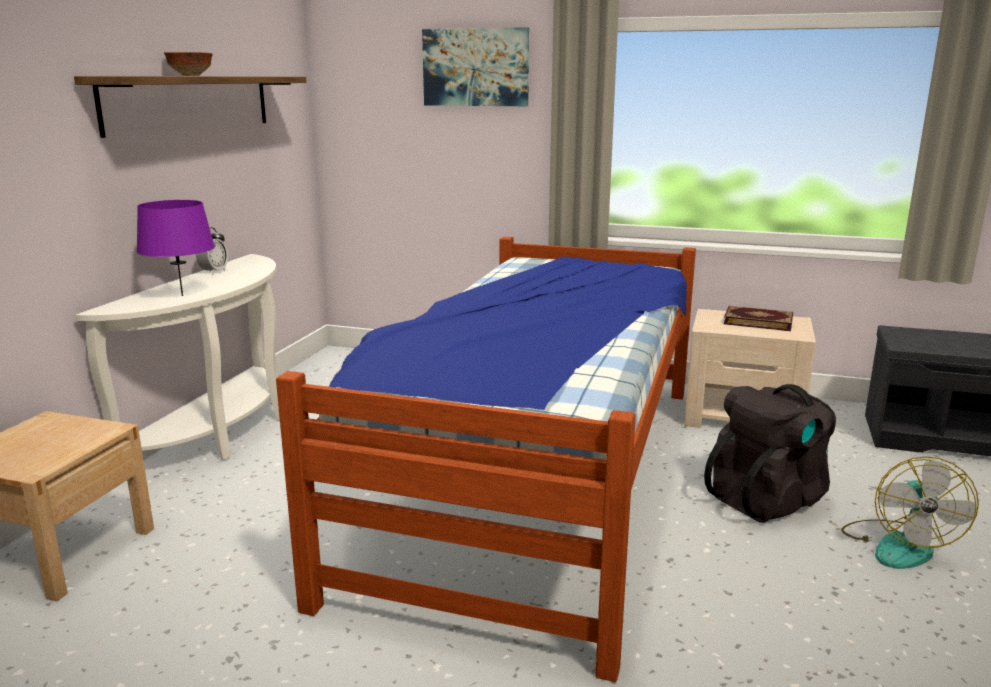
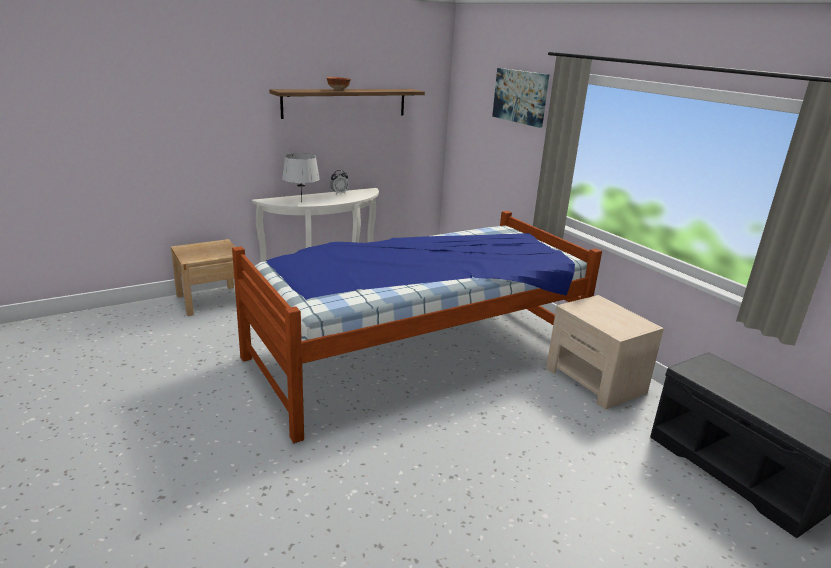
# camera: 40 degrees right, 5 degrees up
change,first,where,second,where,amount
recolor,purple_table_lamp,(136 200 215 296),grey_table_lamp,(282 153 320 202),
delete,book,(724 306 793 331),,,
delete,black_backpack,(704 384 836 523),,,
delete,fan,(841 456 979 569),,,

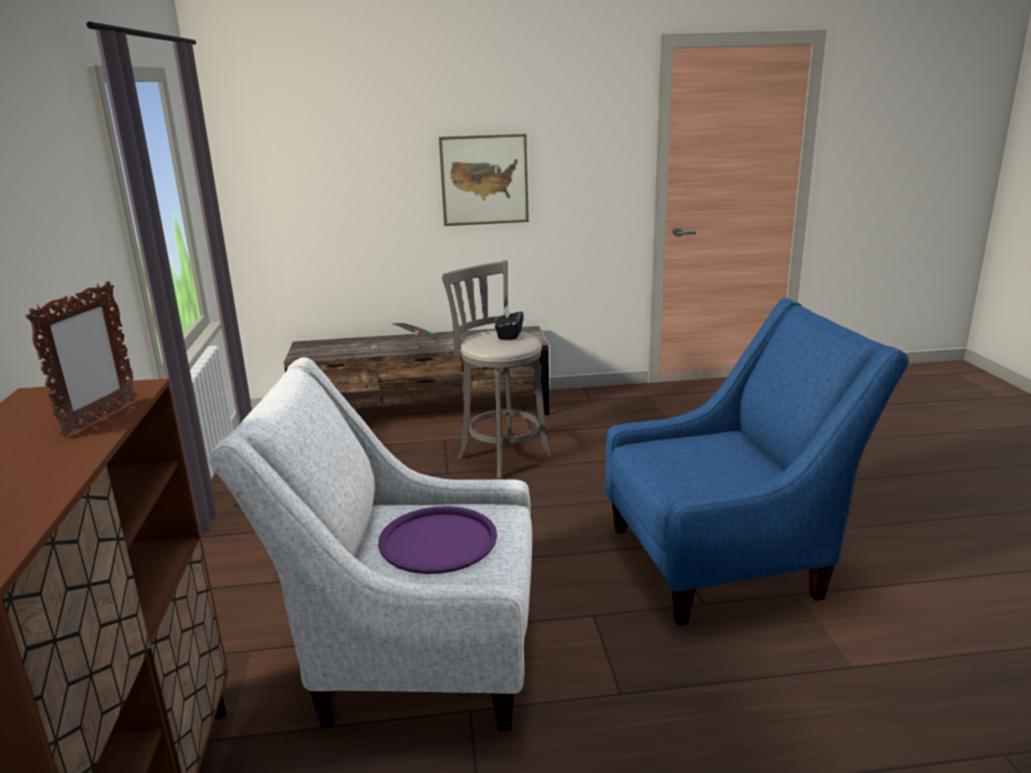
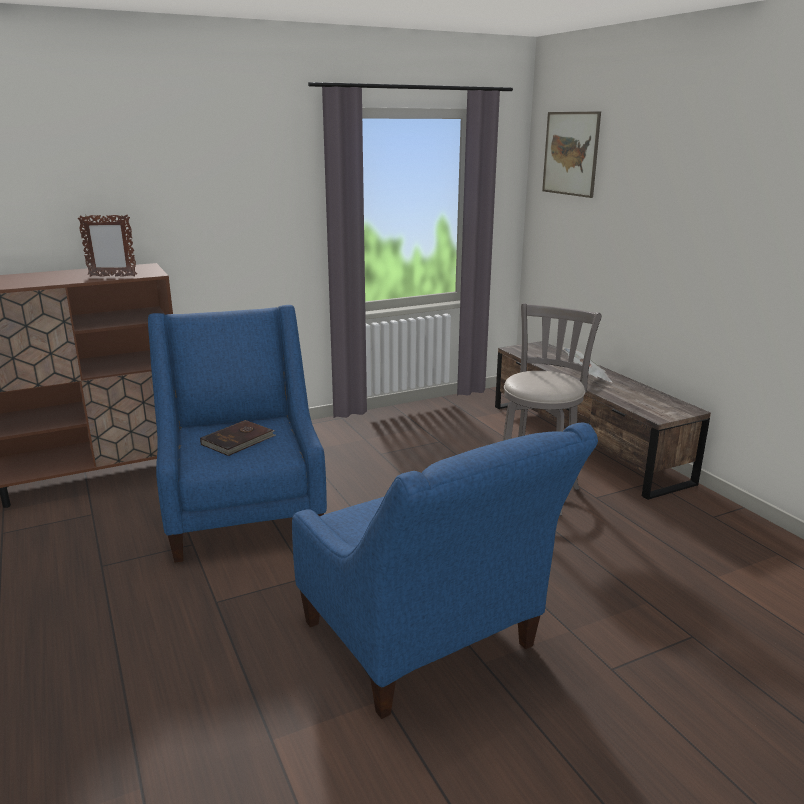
# camera: 70 degrees right, 0 degrees up
change,first,where,second,where,amount
move,picture,(439 134 529 226),,(542 111 601 198),
delete,black_tissue_box,(495 306 523 340),,,
recolor,white_armchair,(208 357 532 731),blue_armchair,(148 305 327 563),
replace,purple_tray,(378 506 497 574),brown_book,(200 420 276 456),

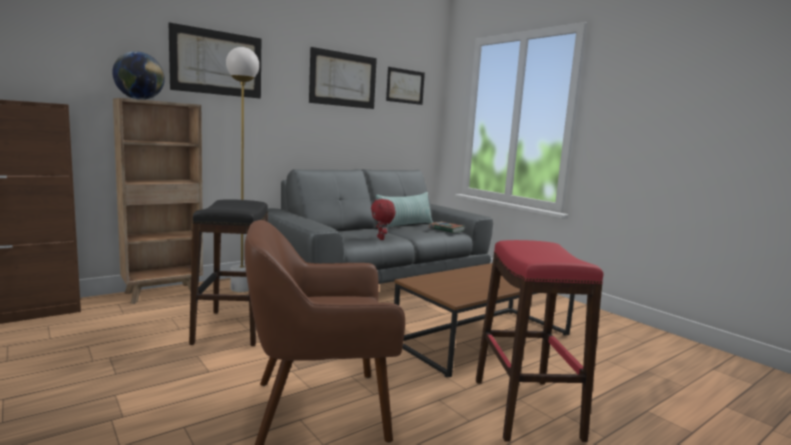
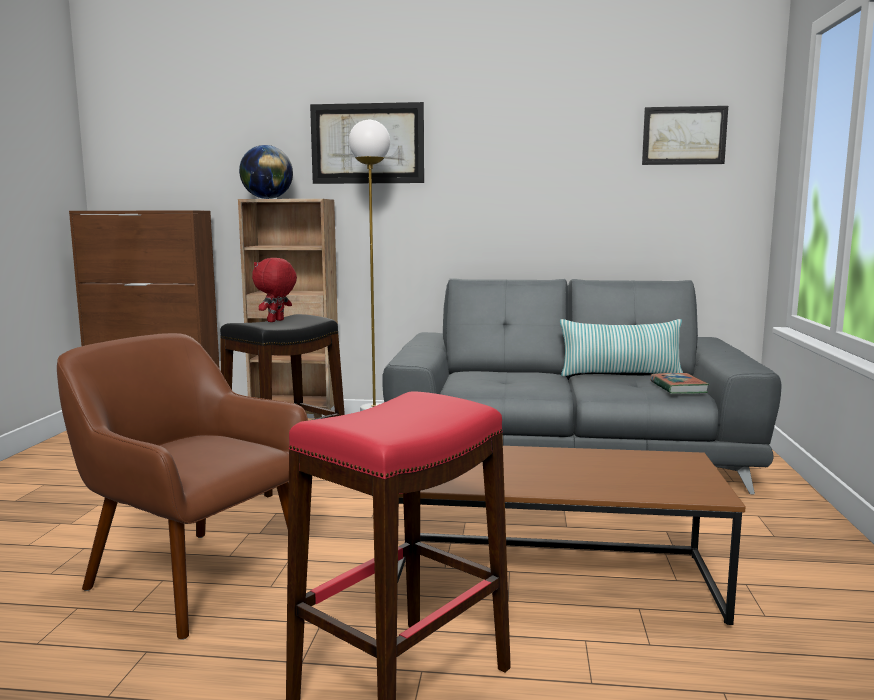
# camera: 45 degrees right, 0 degrees up
change,first,where,second,where,amount
delete,picture,(309 47 377 109),,,
move,red_plush_toy,(371 199 395 240),,(252 258 297 322),

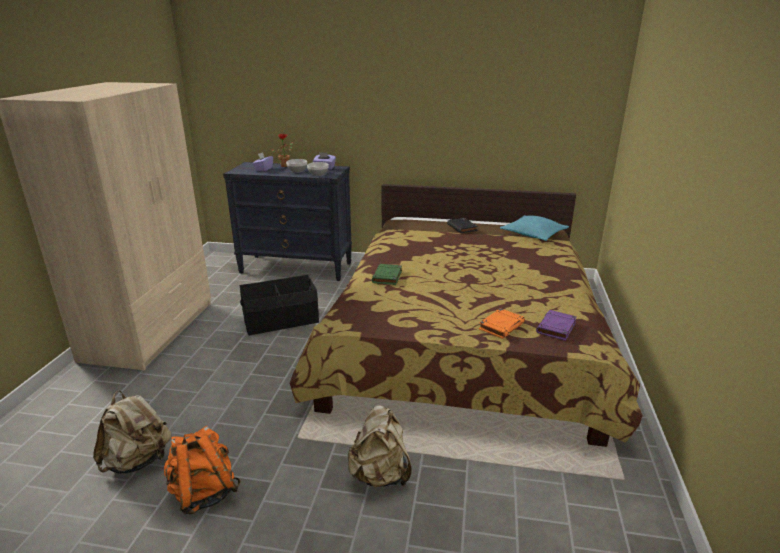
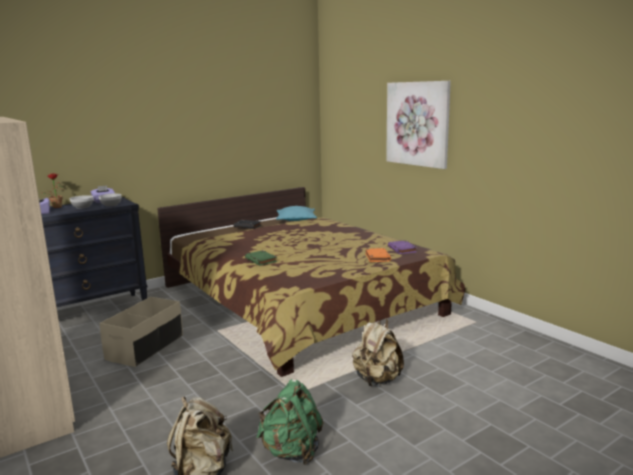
# camera: 45 degrees left, 10 degrees down
change,first,where,second,where,amount
recolor,black_storage_box,(239 275 319 336),beige_storage_box,(99 297 183 367),
recolor,orange_backpack,(164 426 241 515),green_backpack,(256 379 323 465),
insert,,,picture,(386 81 451 169),

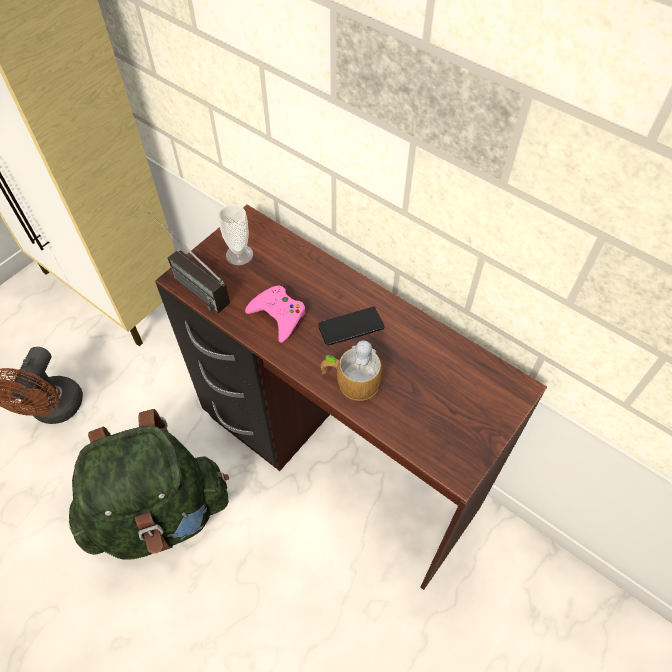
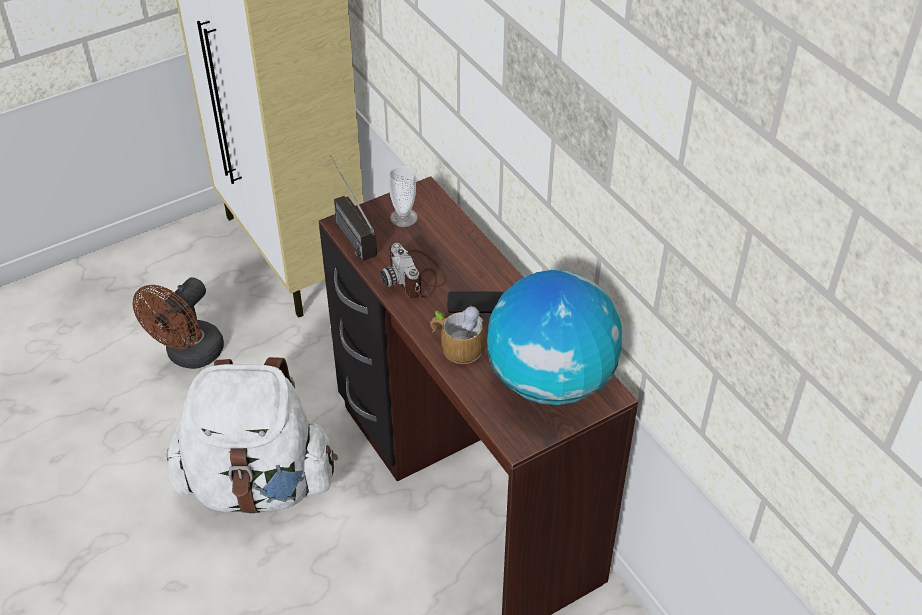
# camera: 20 degrees right, 10 degrees down
change,first,where,second,where,amount
replace,pink_game_controller,(245 285 305 343),photo_camera,(380 243 447 298),
recolor,green_backpack,(69 409 229 560),white_backpack,(167 357 338 514),
insert,,,globe,(487 270 622 405),

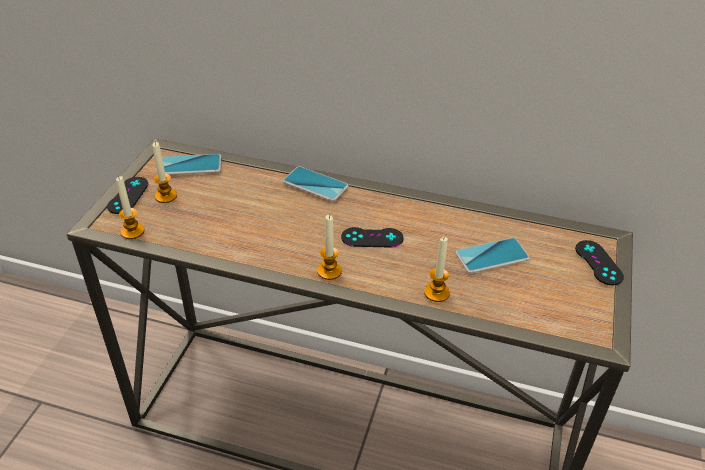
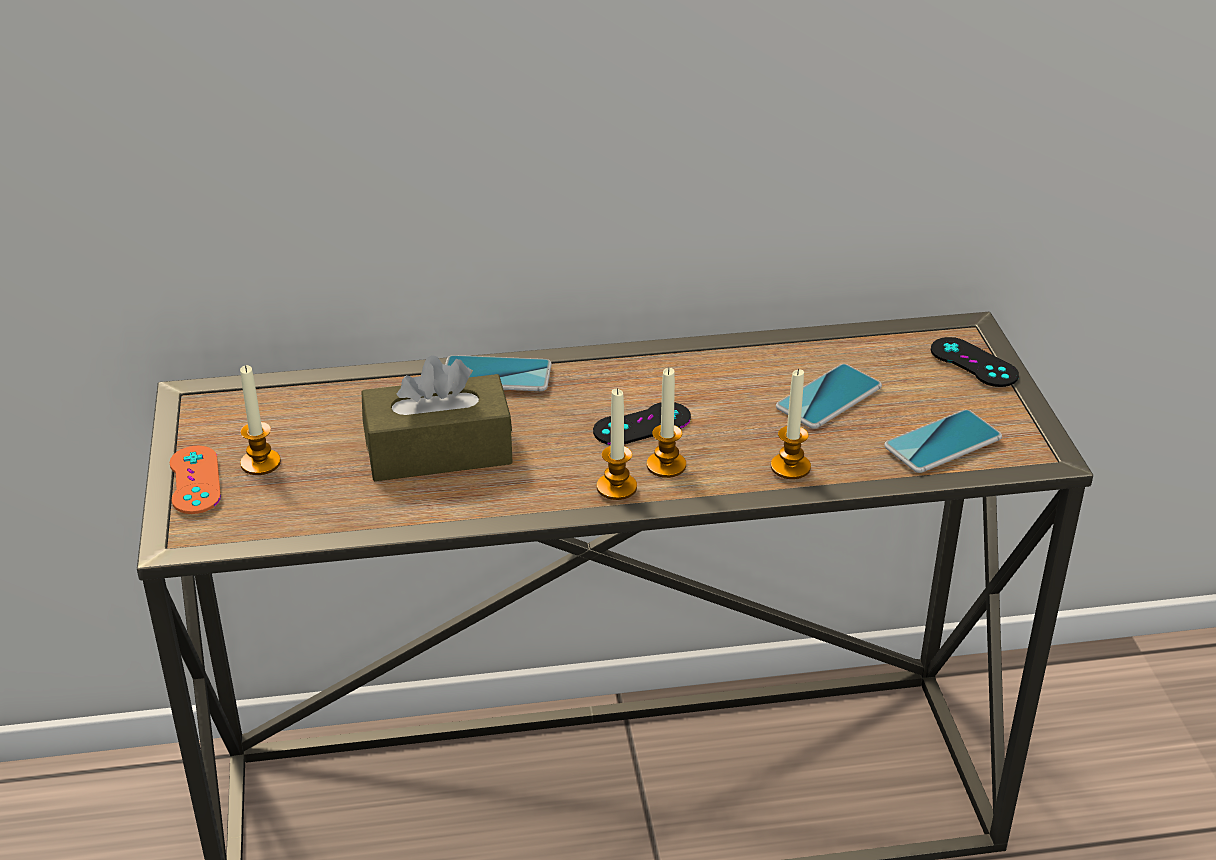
# camera: 25 degrees left, 5 degrees down
change,first,where,second,where,amount
move,phone,(162 154 221 175),,(884 410 1002 473),
move,candle,(116 176 144 239),,(647 368 686 478),
recolor,black_game_controller,(107 177 149 214),orange_game_controller,(170 446 221 514),
insert,,,brown_tissue_box,(361 355 513 481),

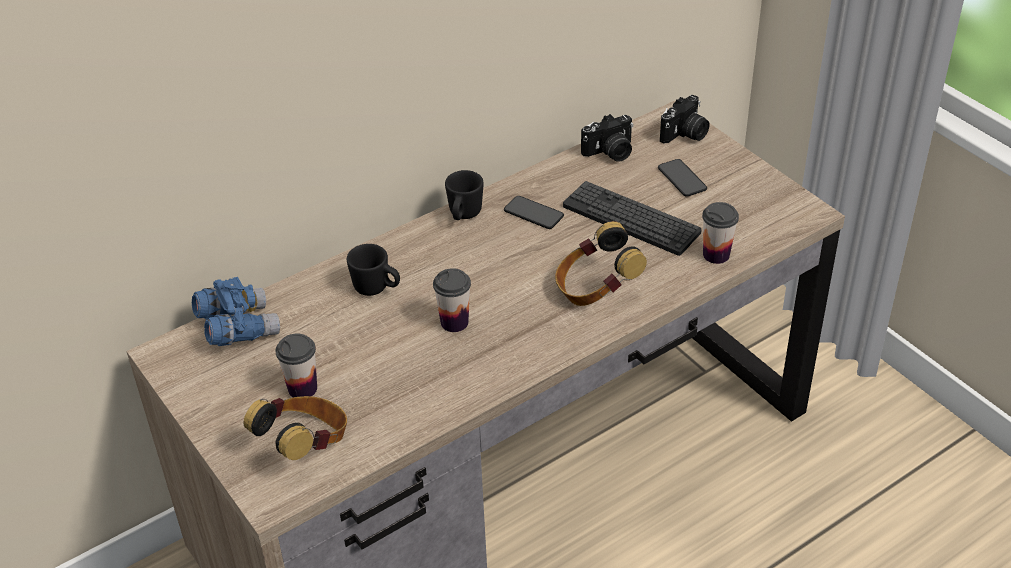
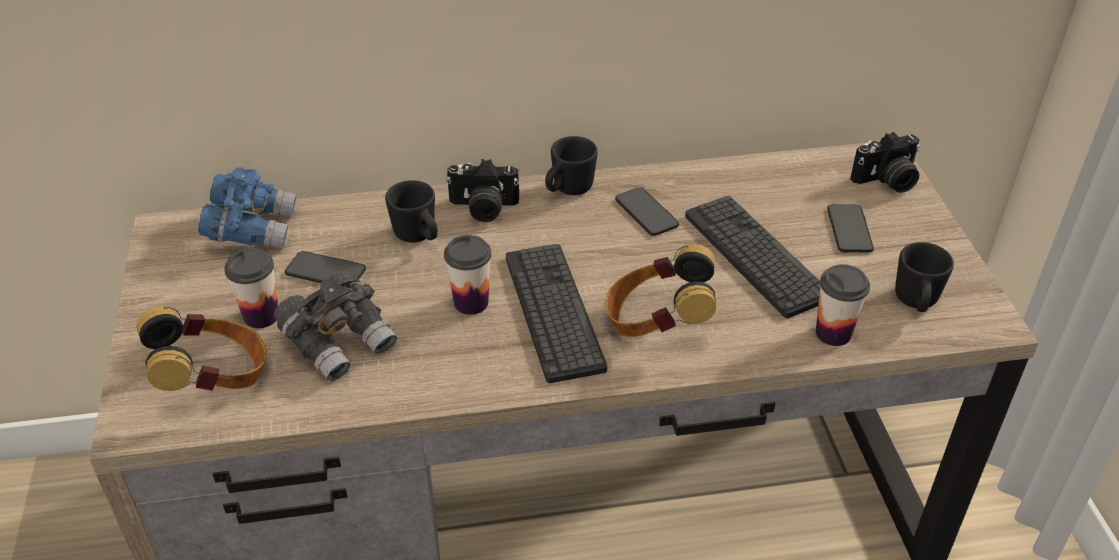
# camera: 25 degrees right, 0 degrees up
change,first,where,second,where,amount
move,photo_camera,(581 114 633 162),,(446 159 519 222),
insert,,,black_mug,(895 242 954 312),
insert,,,keyboard,(506 244 607 383),
insert,,,phone,(285 251 366 283),
insert,,,grey_binoculars,(274 271 397 381),

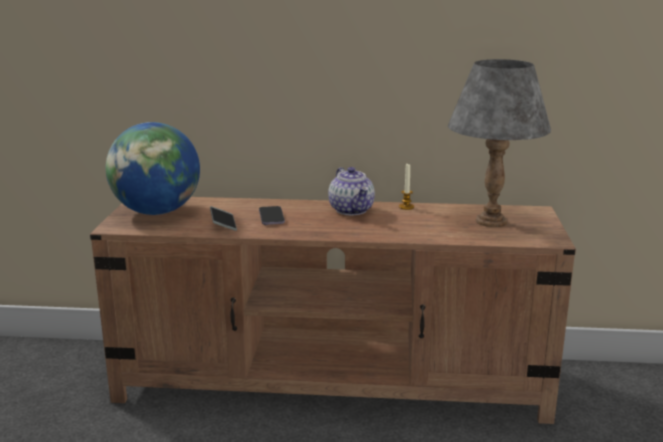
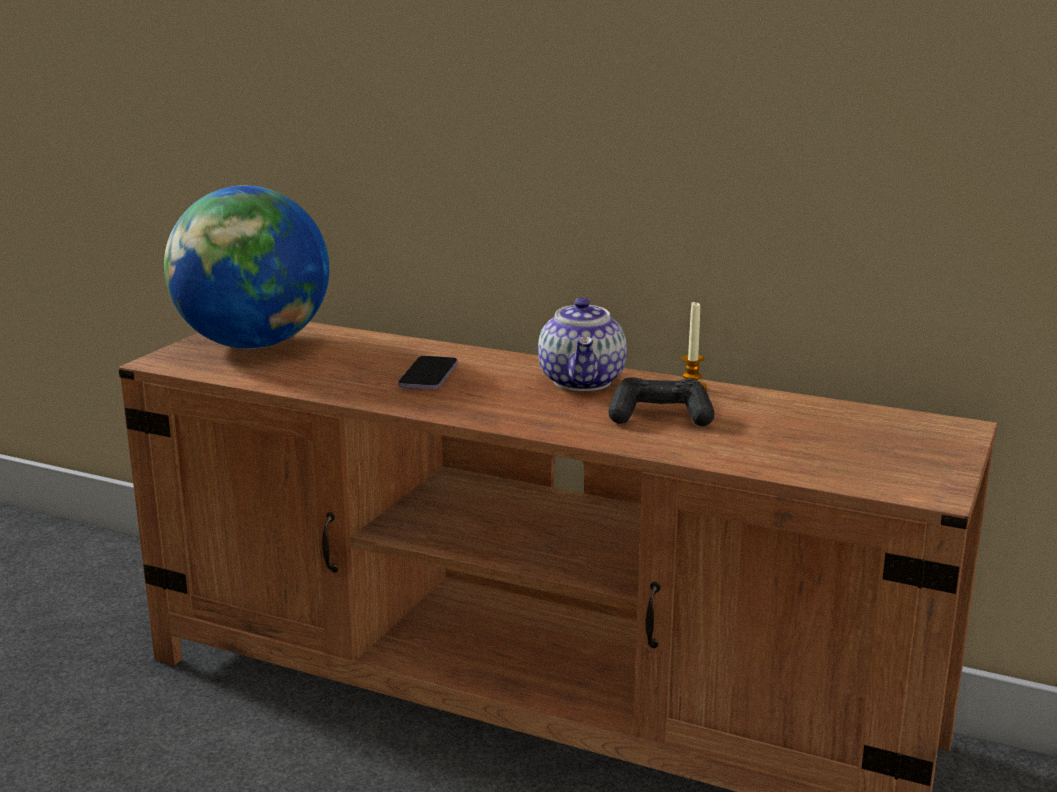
# camera: 20 degrees right, 0 degrees up
change,first,where,second,where,amount
delete,grey_table_lamp,(448 59 551 227),,,
delete,phone,(210 206 237 231),,,
insert,,,black_game_controller,(608 377 714 426),

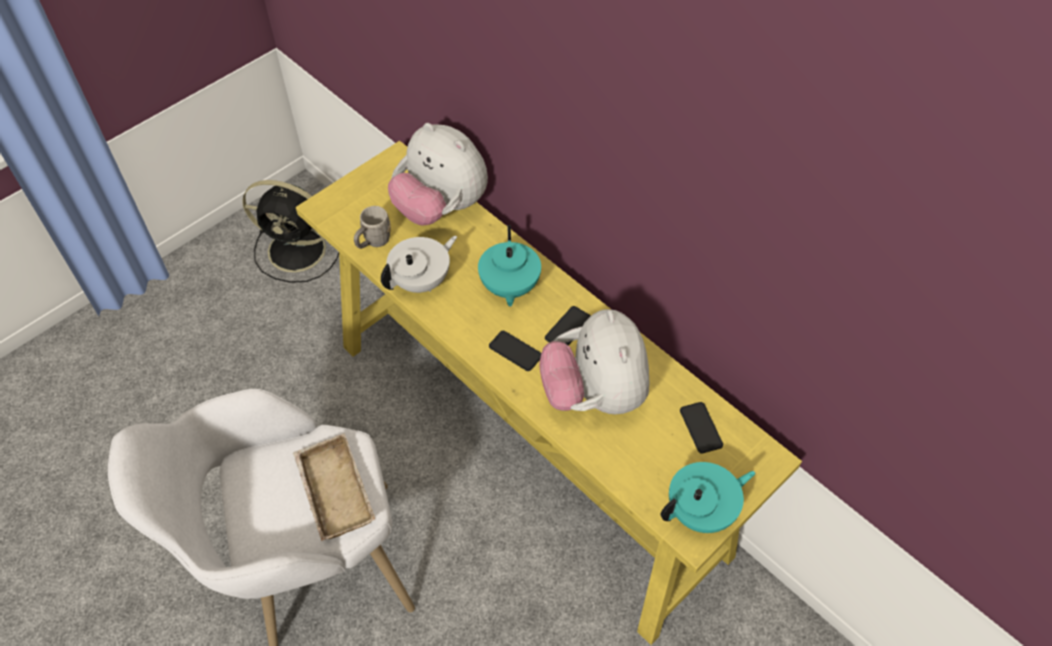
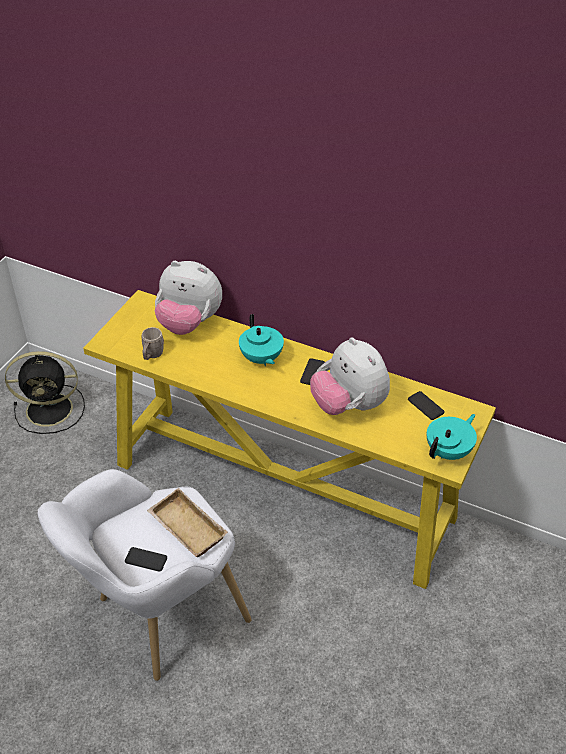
# camera: 20 degrees left, 10 degrees down
change,first,where,second,where,amount
delete,white_teapot,(381 236 457 293),,,
move,phone,(489 331 541 371),,(125 547 167 572),

